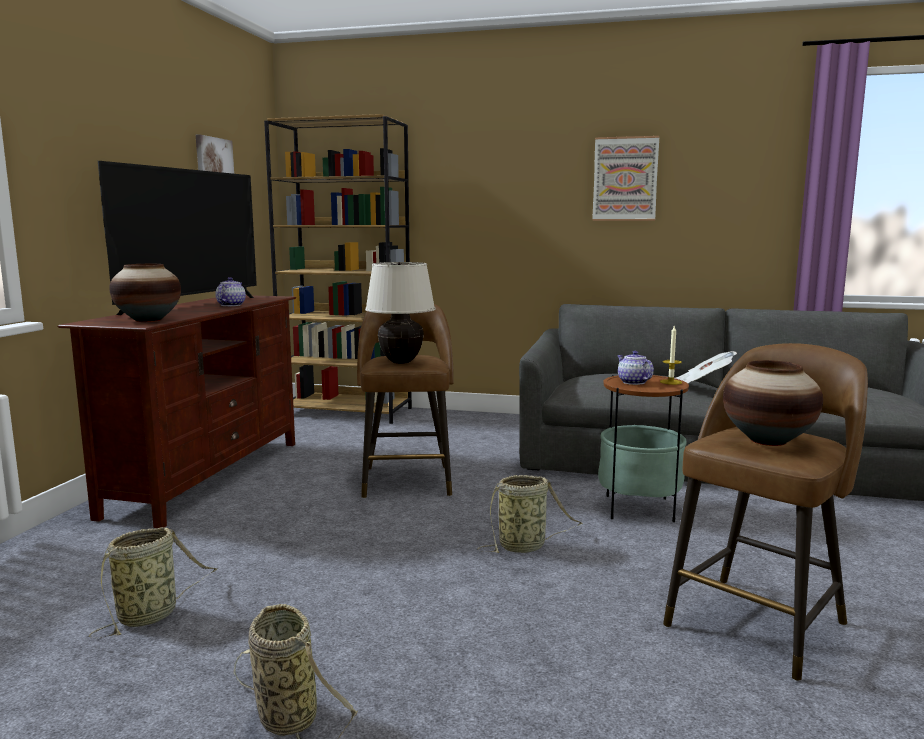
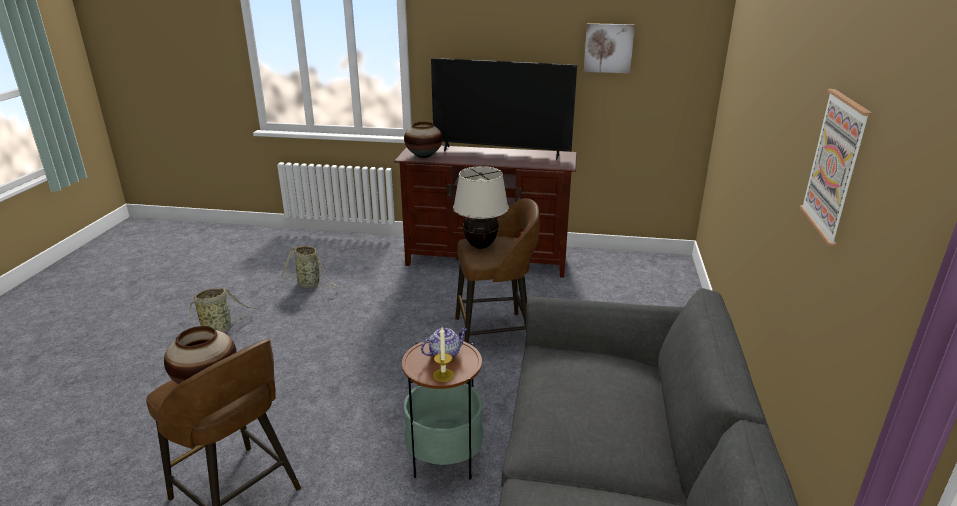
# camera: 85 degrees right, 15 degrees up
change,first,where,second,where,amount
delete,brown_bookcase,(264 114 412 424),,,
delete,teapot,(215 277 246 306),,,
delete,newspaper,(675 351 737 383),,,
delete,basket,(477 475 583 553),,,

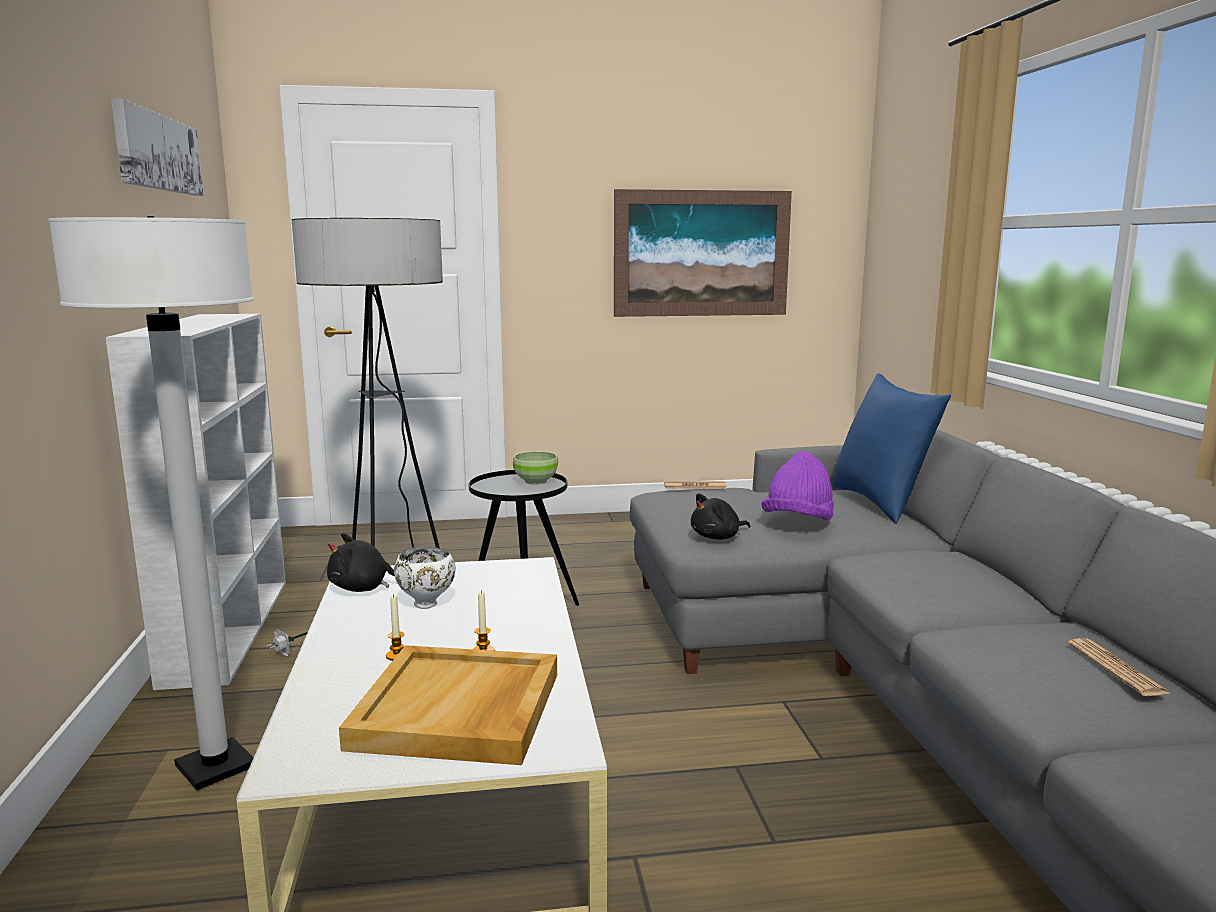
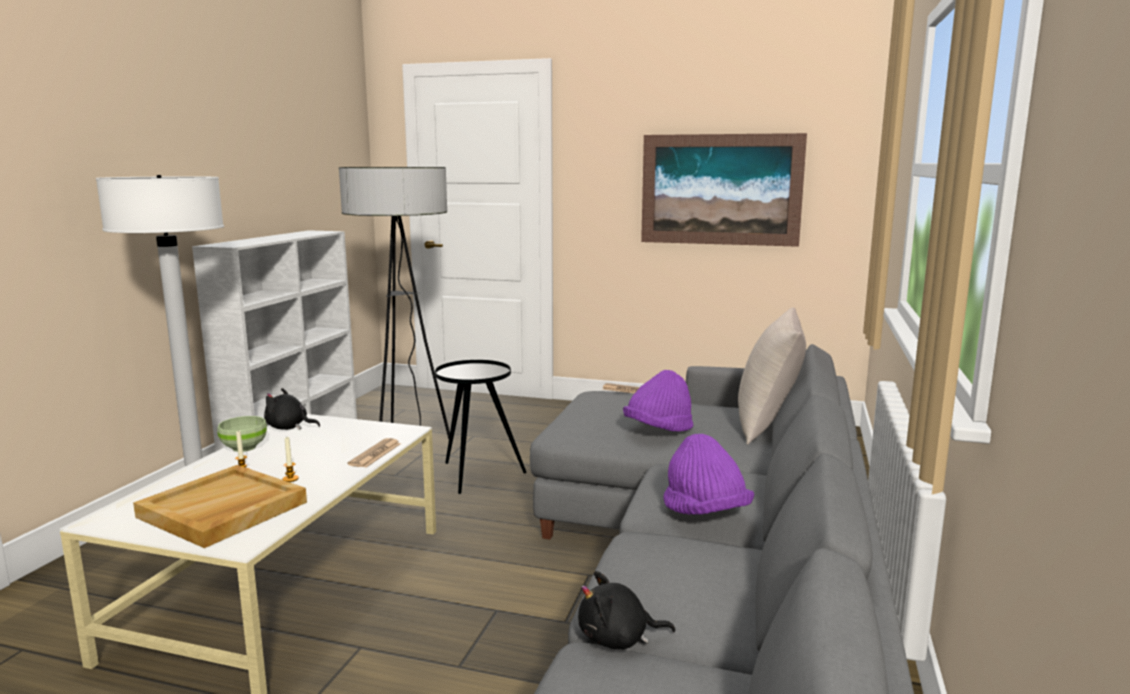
# camera: 25 degrees right, 0 degrees up
change,first,where,second,where,amount
delete,picture,(111 98 204 196),,,
recolor,blue_pillow,(833 373 951 524),beige_pillow,(738 307 806 445),
move,green_bowl,(513 451 558 484),,(217 416 267 452),
move,black_plush_toy,(691 493 750 540),,(578 571 675 649),
delete,white_bowl,(394 546 456 609),,,
move,newspaper,(1067 638 1171 696),,(348 438 401 468),
insert,,,purple_hat,(664 433 754 515),

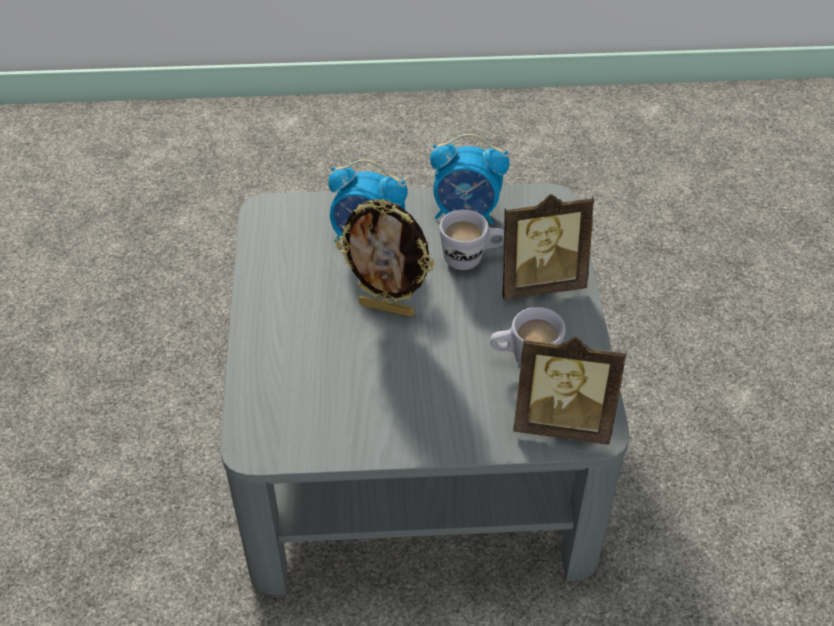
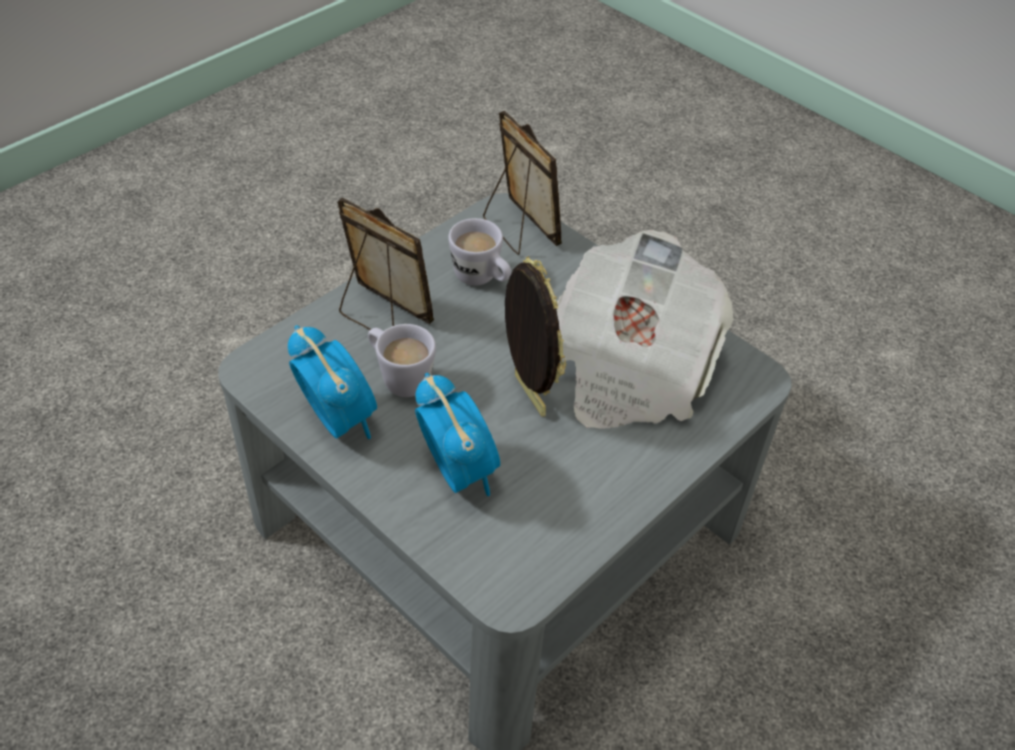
# camera: 135 degrees left, 0 degrees up
change,first,where,second,where,amount
insert,,,newspaper,(556 230 734 429),

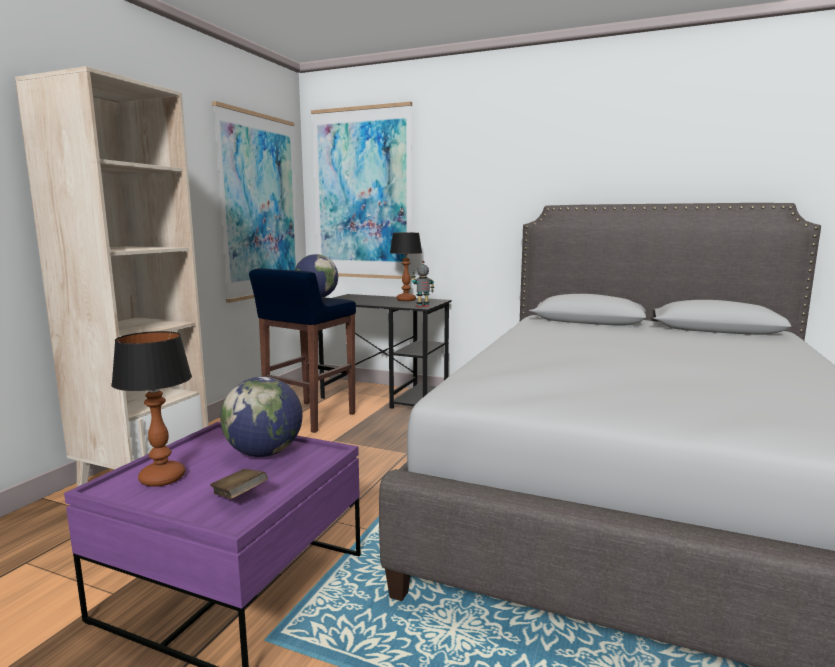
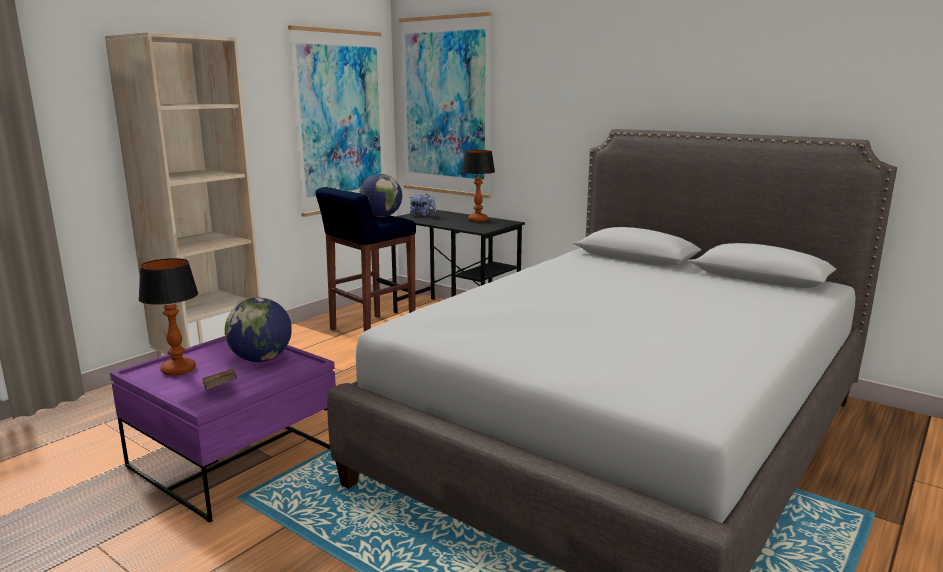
# camera: 15 degrees right, 5 degrees up
change,first,where,second,where,amount
delete,toy_robot,(412 261 434 307),,,
insert,,,plush_toy,(409 194 436 216),

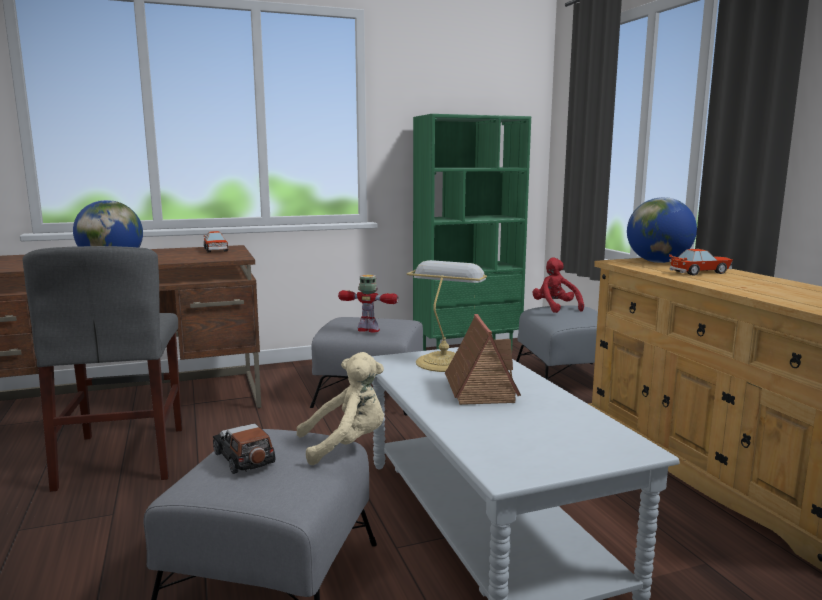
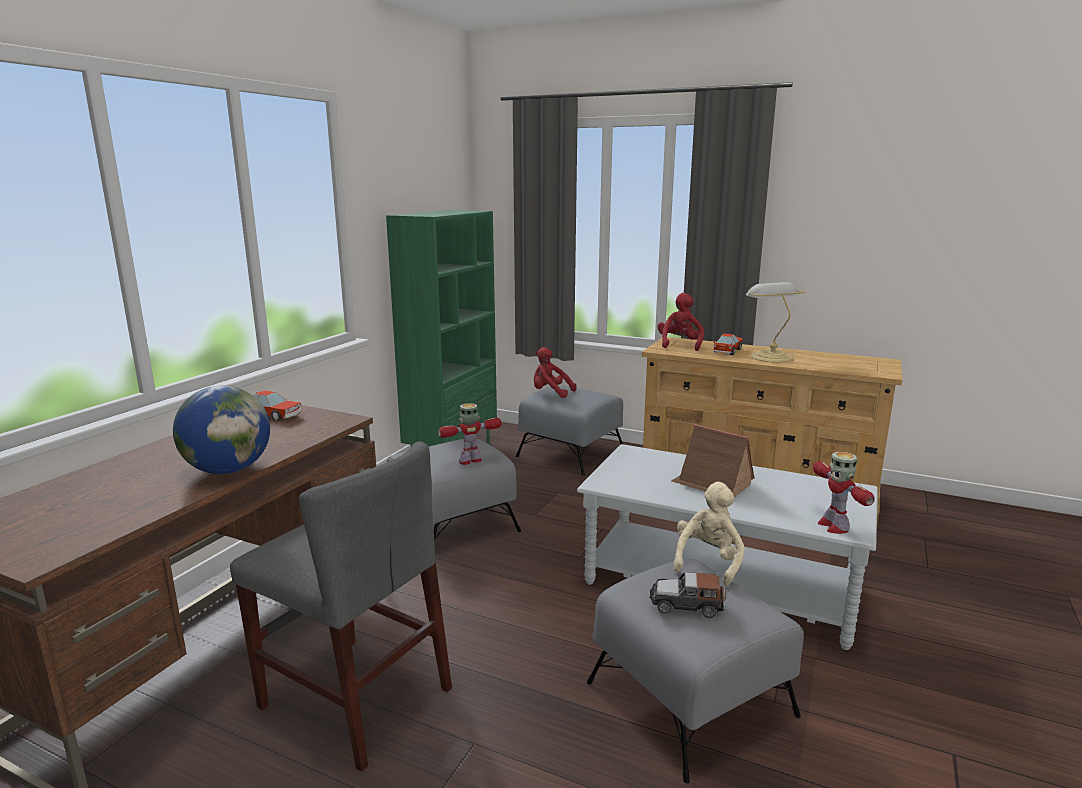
# camera: 45 degrees left, 5 degrees up
change,first,where,second,where,amount
replace,globe,(627 197 697 263),red_plush_toy,(658 293 704 351),
move,table_lamp,(407 260 487 372),,(746 282 805 363),
insert,,,toy_robot,(813 452 875 534),

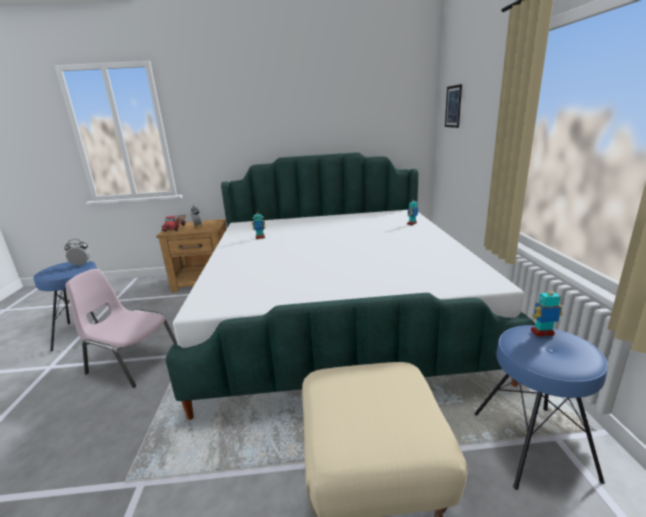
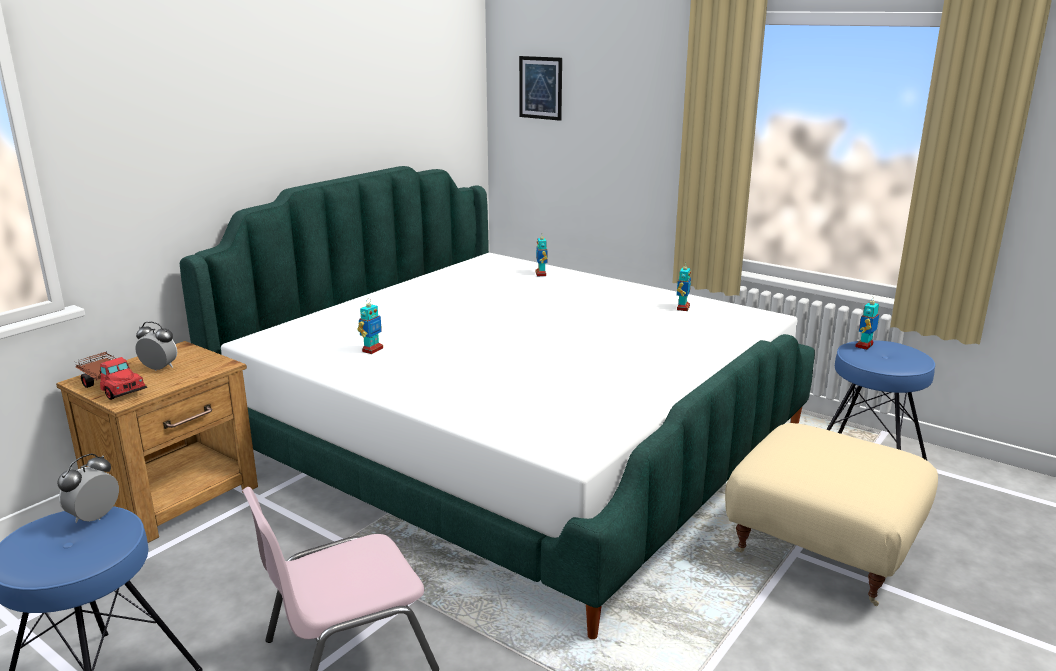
# camera: 50 degrees left, 0 degrees up
change,first,where,second,where,amount
insert,,,toy_robot,(677 262 691 311),

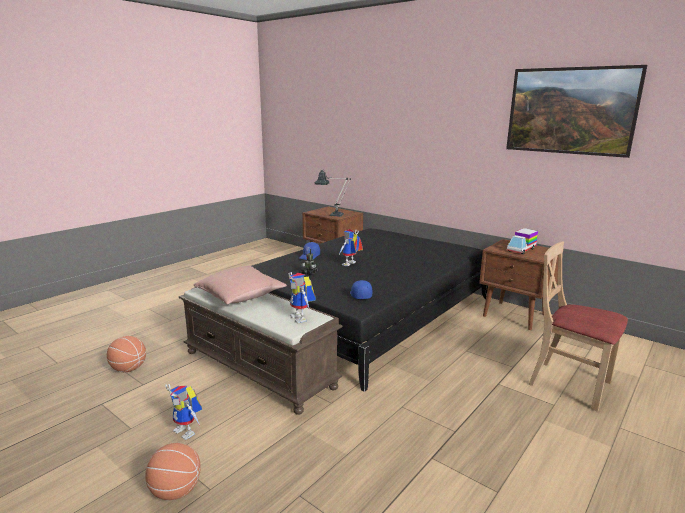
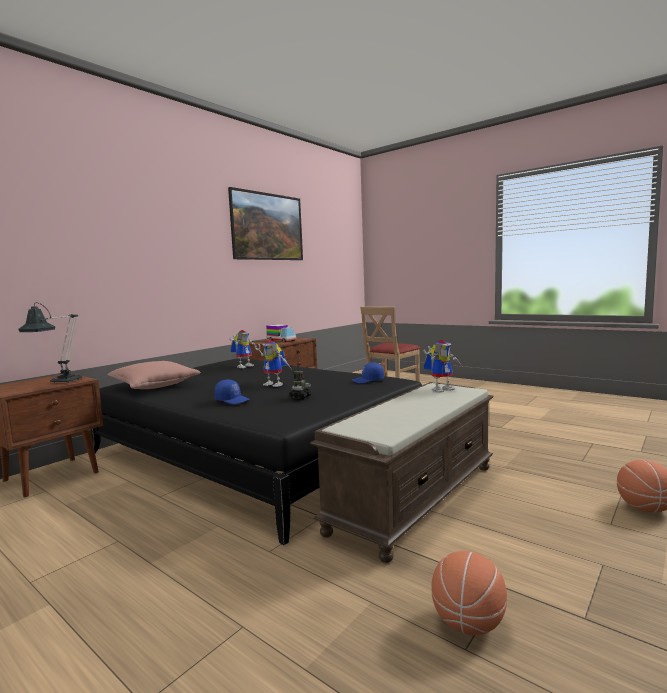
# camera: 90 degrees left, 10 degrees down
change,first,where,second,where,amount
move,pink_pillow,(193 266 287 304),,(107 361 201 389),
move,toy_robot,(165 384 202 440),,(229 330 258 368),

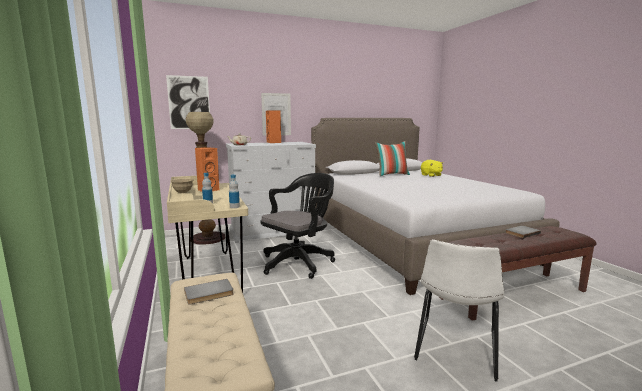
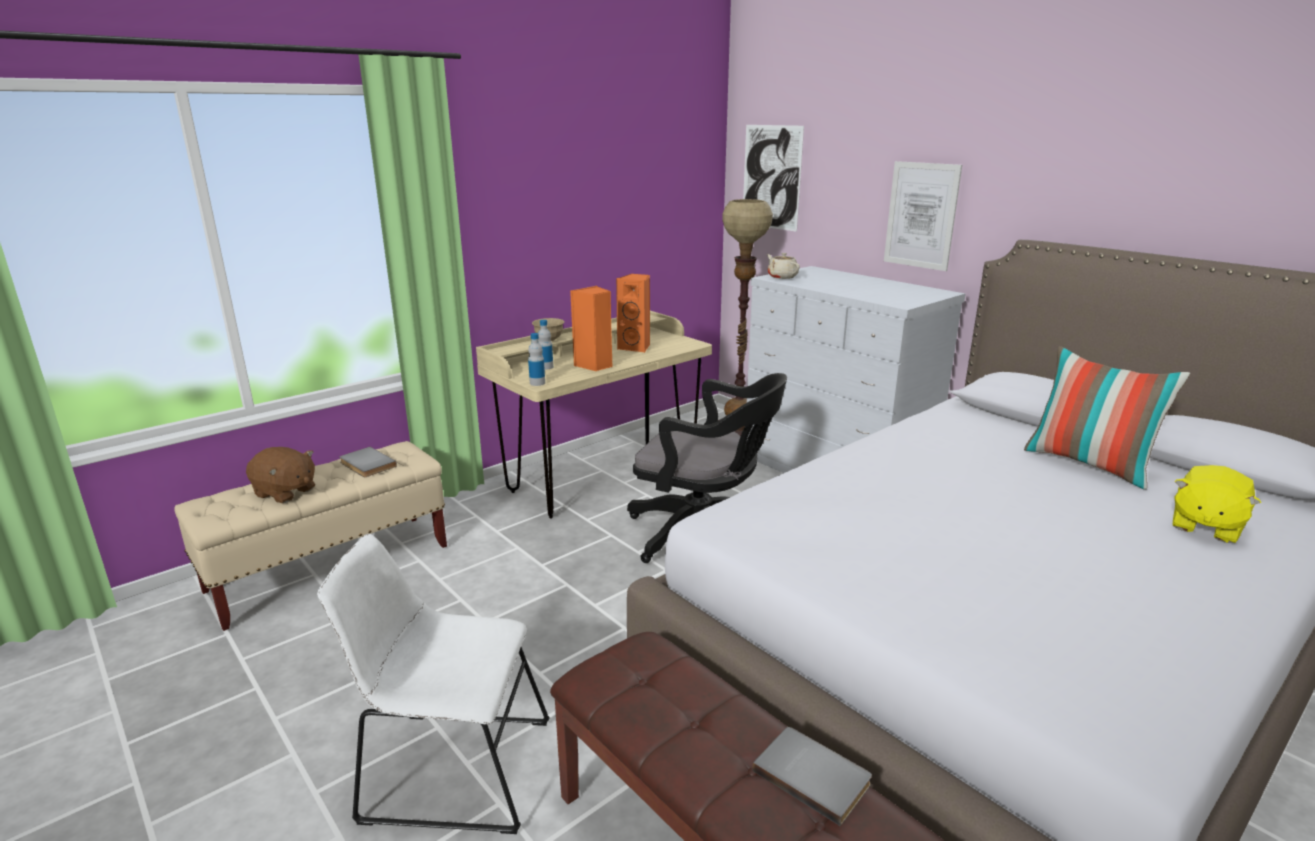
# camera: 70 degrees right, 10 degrees up
change,first,where,second,where,amount
move,orange_speaker,(266 110 281 143),,(570 286 612 372),
insert,,,brown_plush_toy,(246 447 315 503),

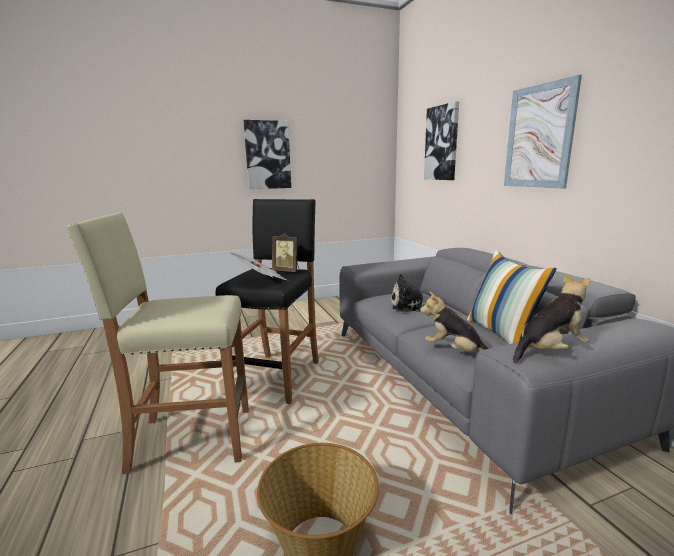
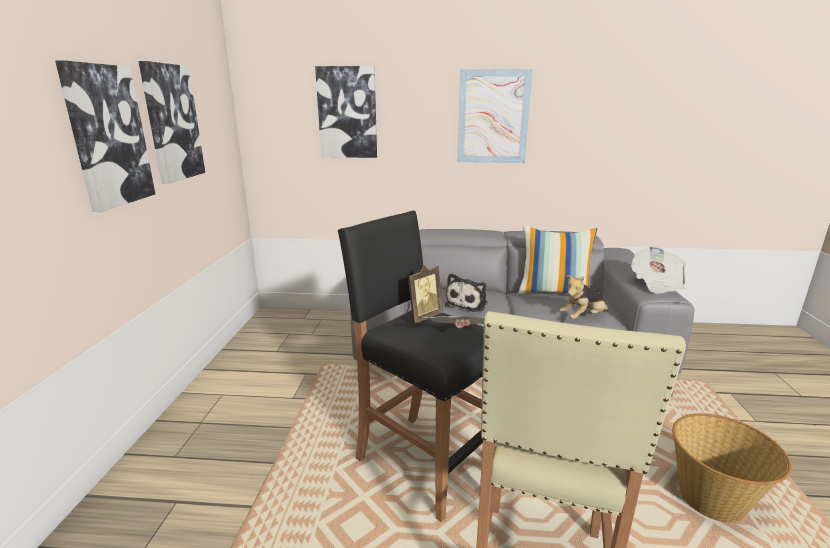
# camera: 65 degrees left, 5 degrees up
change,first,where,second,where,amount
replace,plush_toy,(513 273 590 363),newspaper,(630 246 686 294),
insert,,,picture,(138 61 205 184),

